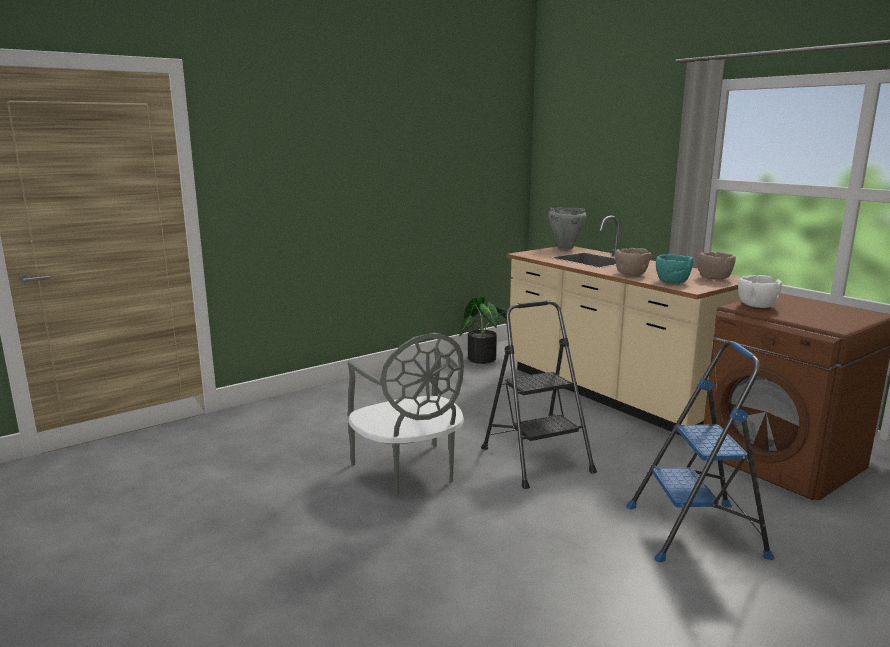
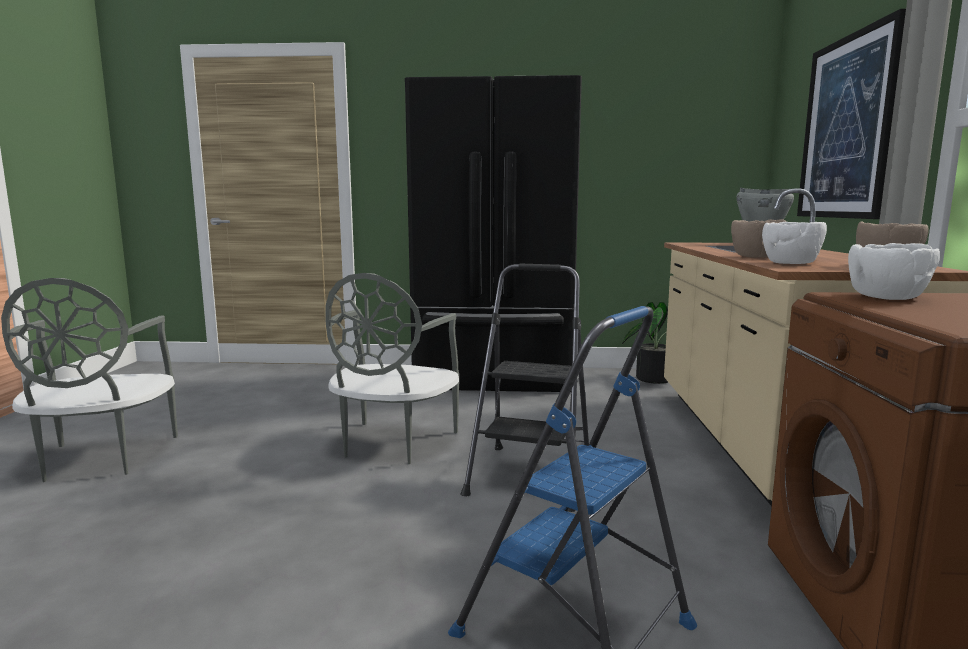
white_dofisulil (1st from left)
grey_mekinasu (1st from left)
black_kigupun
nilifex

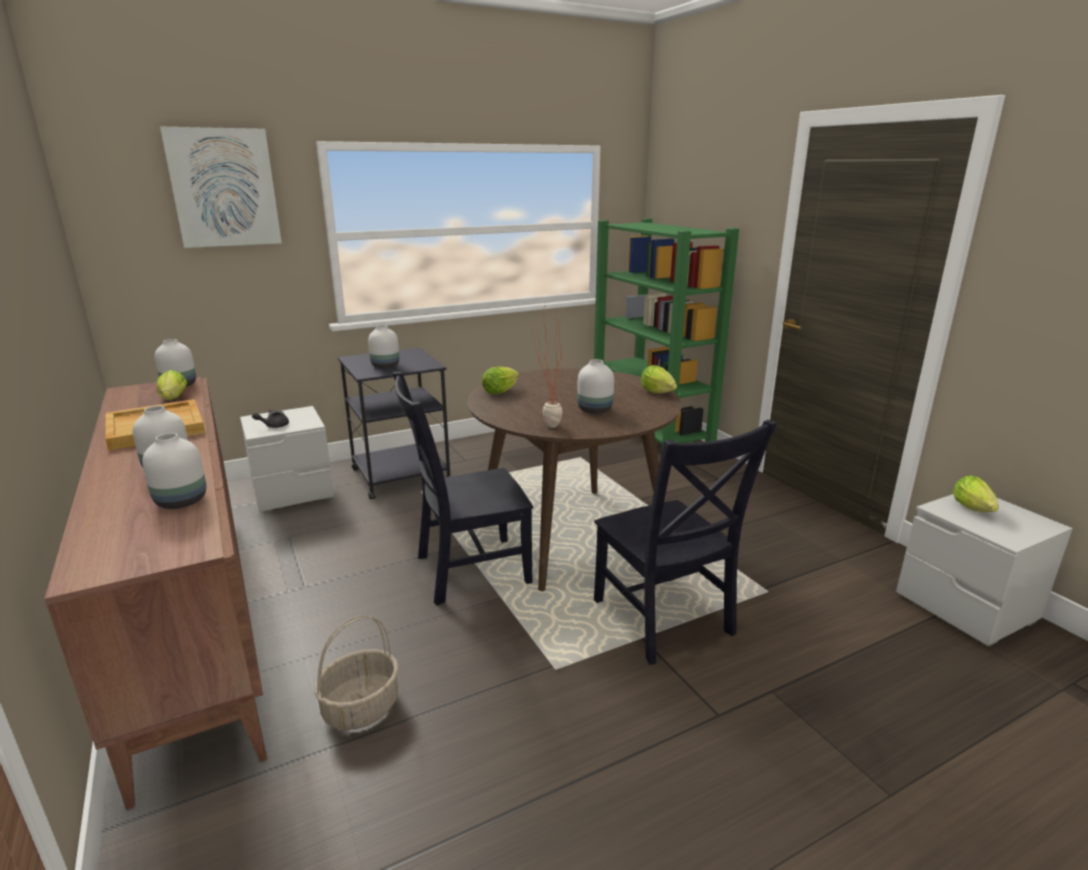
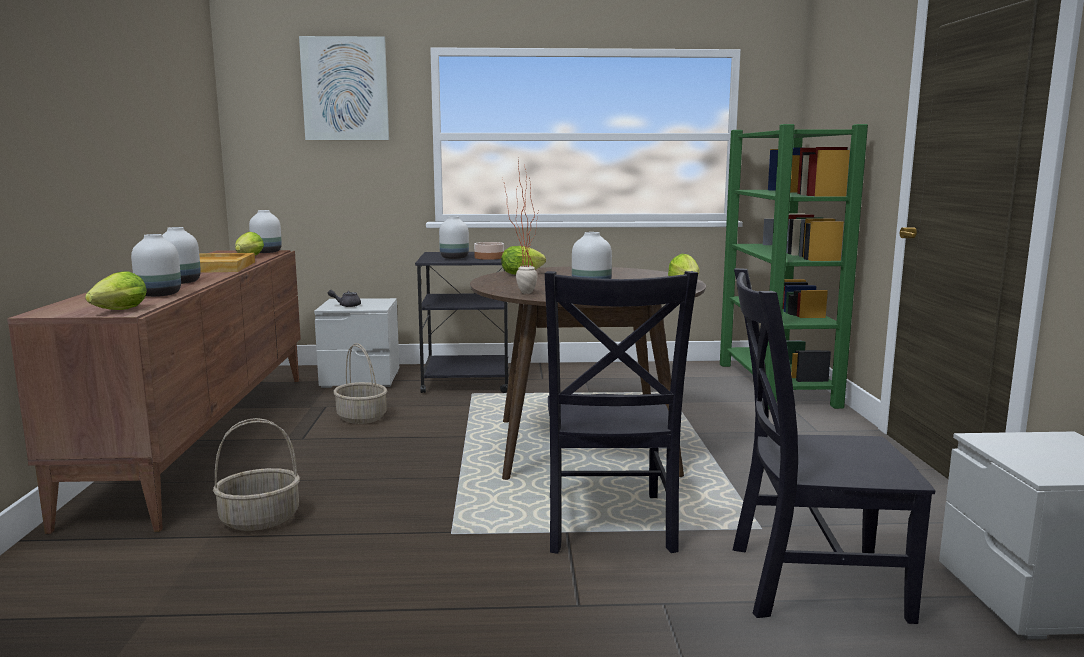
black_mekinasu (2nd from left)
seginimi (1st from left)
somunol (2nd from left)
dofisulil

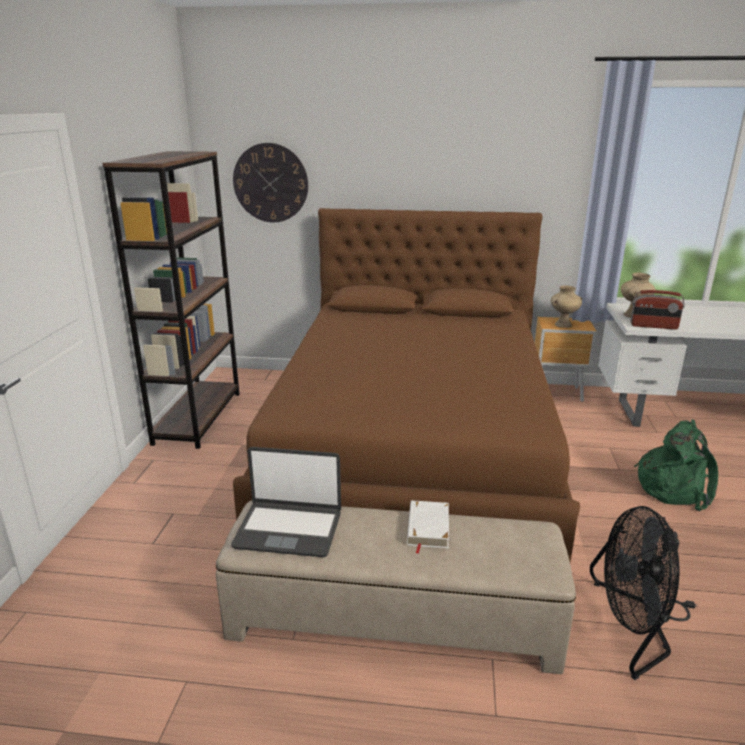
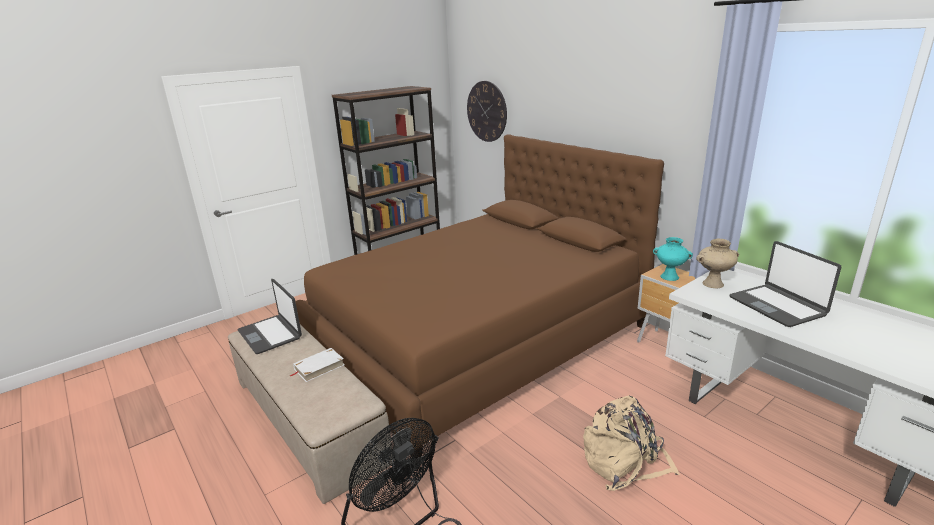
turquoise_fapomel
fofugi
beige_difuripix
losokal (2nd from left)

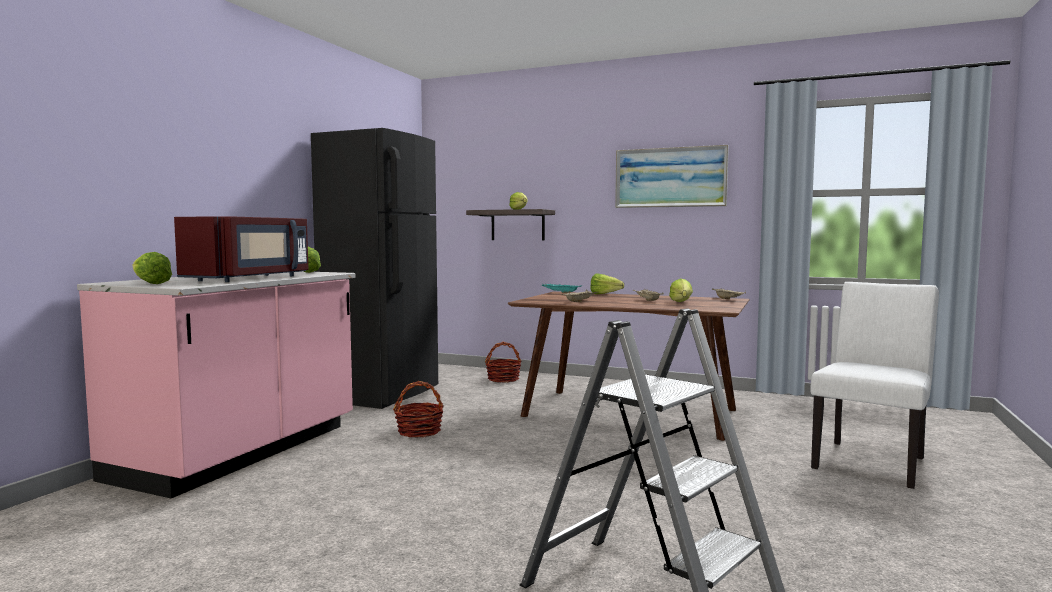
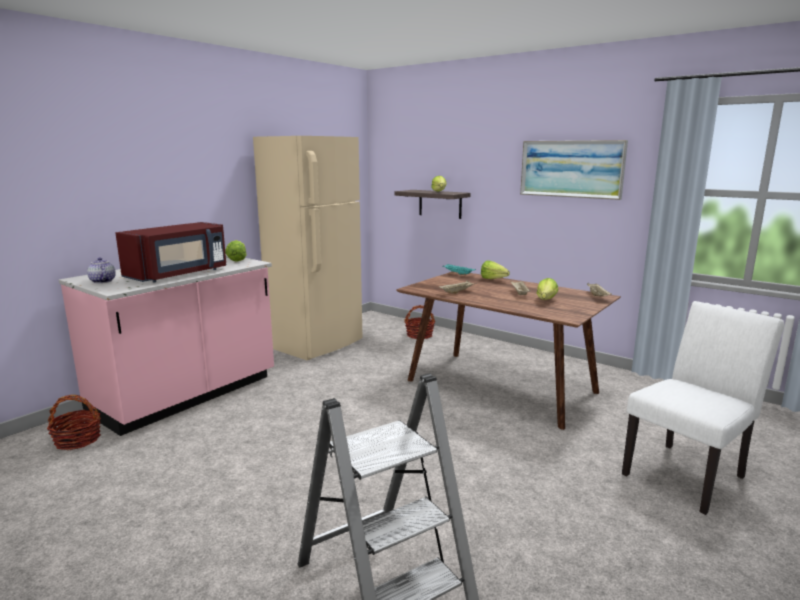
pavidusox
beige_kigupun
somunol (1st from left)

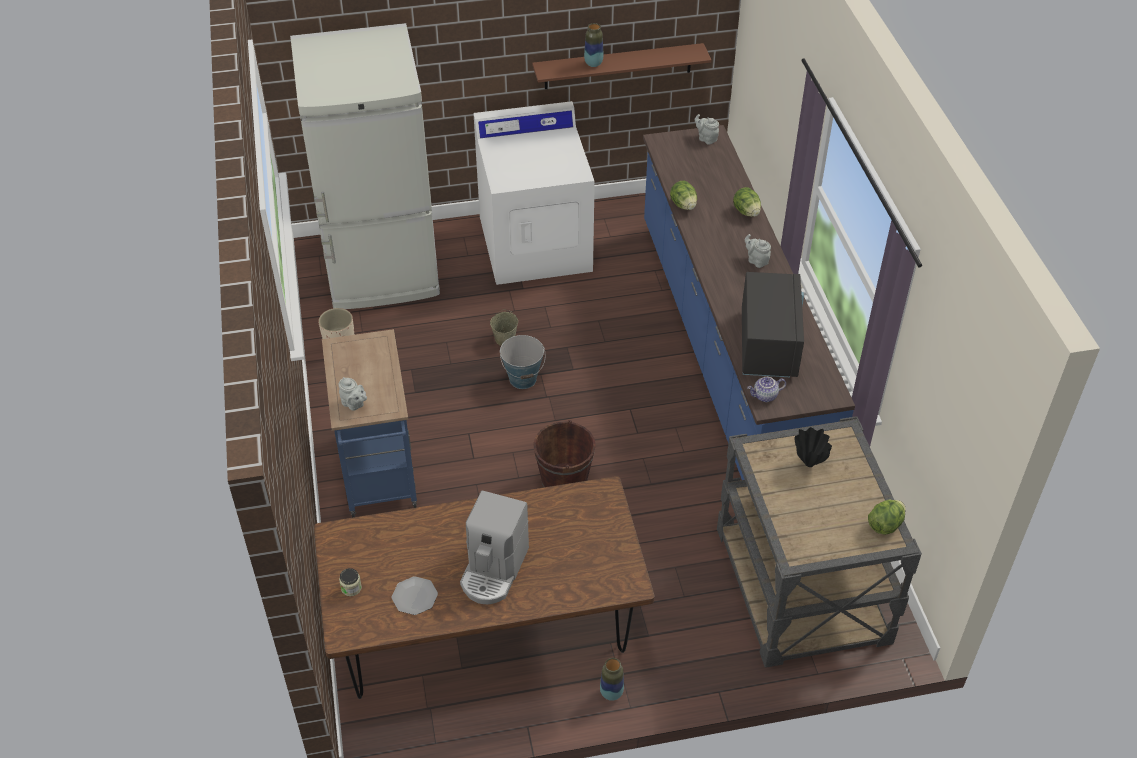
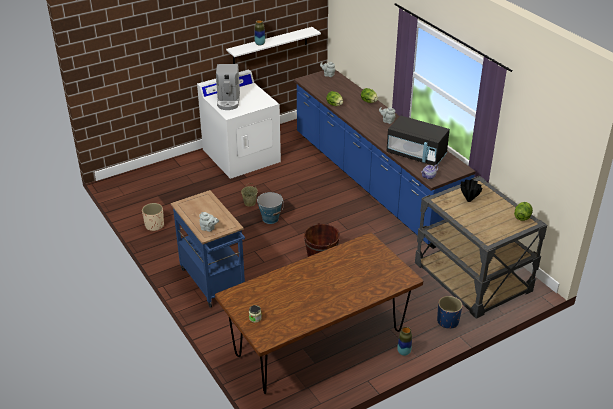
white_kigupun
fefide
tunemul
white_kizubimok
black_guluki
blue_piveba

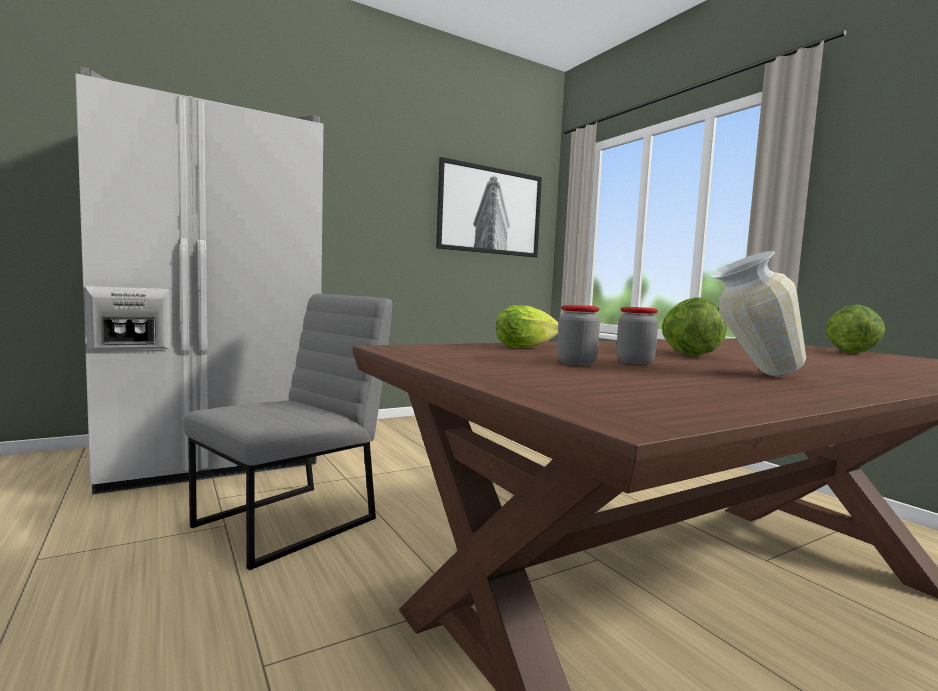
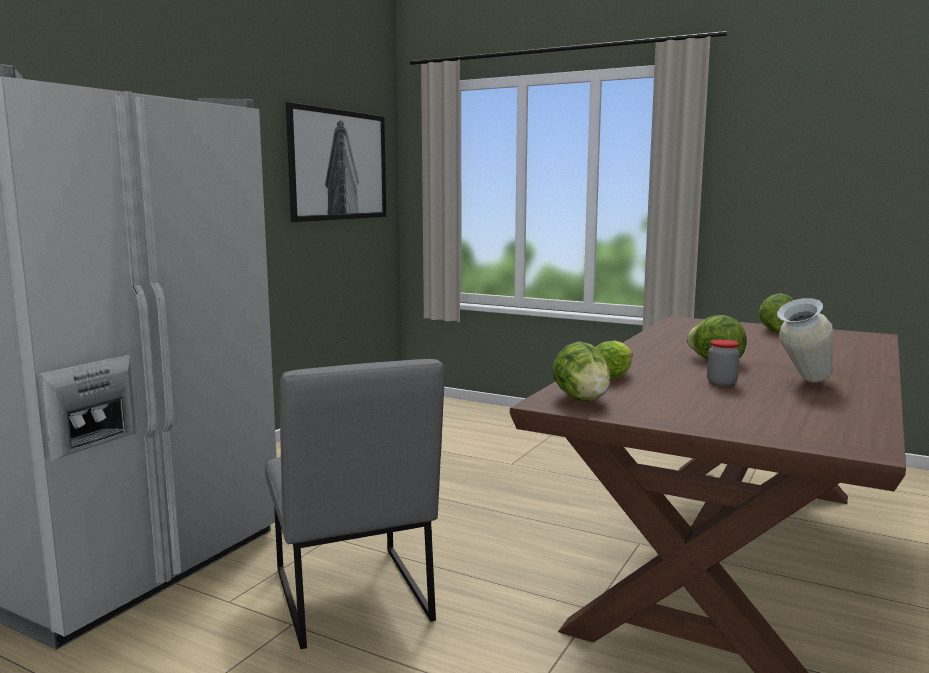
grey_mekinasu
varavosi (1st from left in the first image)
seginimi (1st from left)

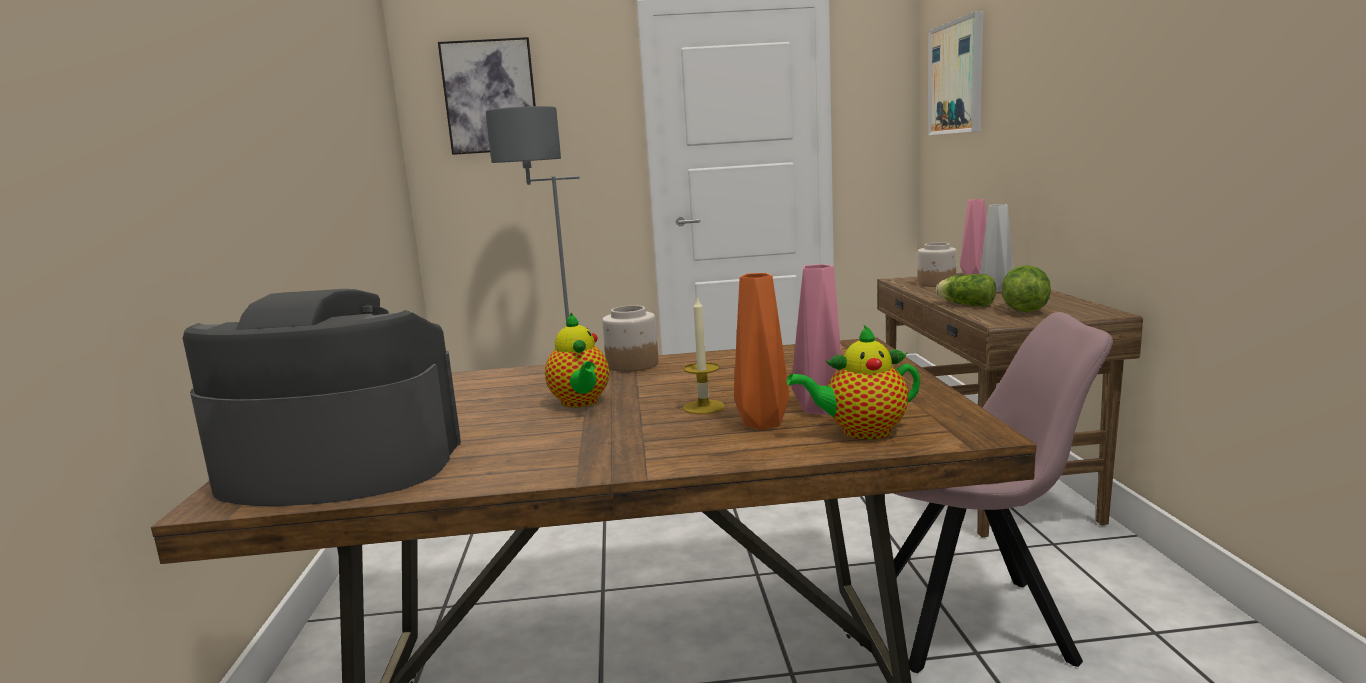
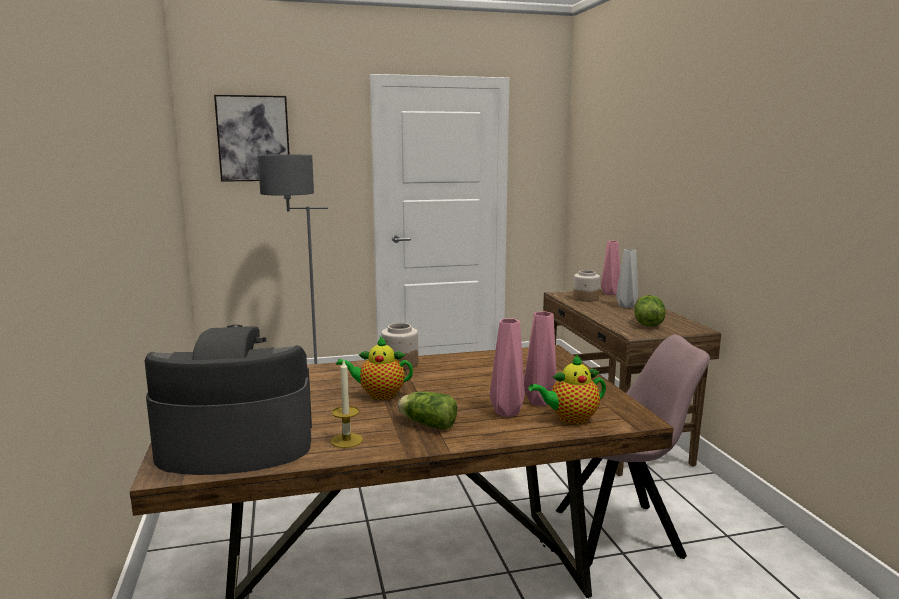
pavidusox (1st from left)
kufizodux
pink_fapomel (1st from left)
nilifex (2nd from left in the first image)
seginimi (1st from left)

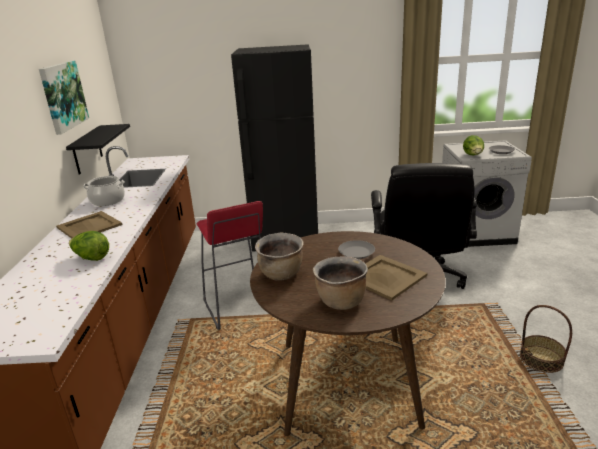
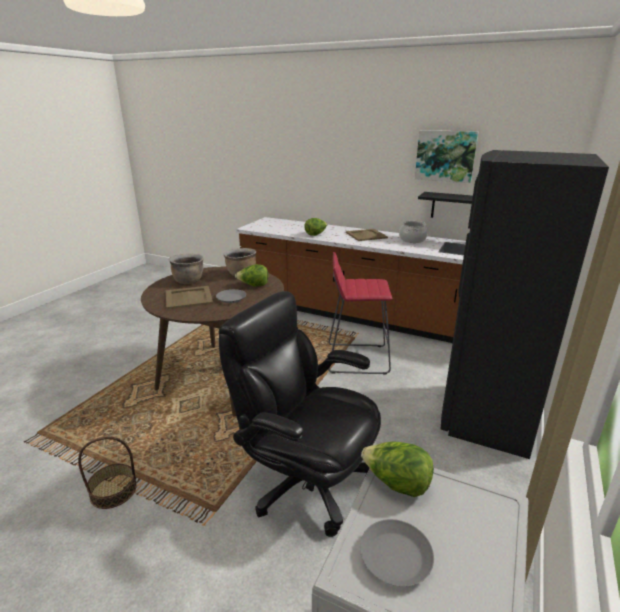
seginimi (1st from left)

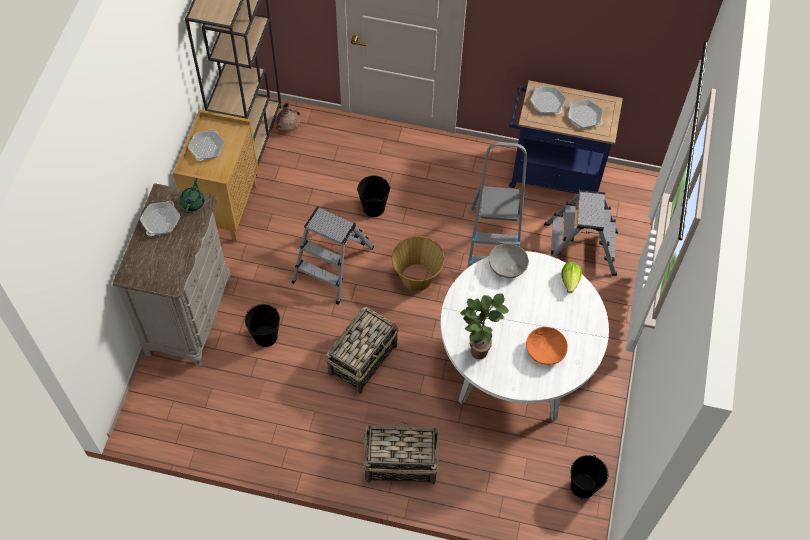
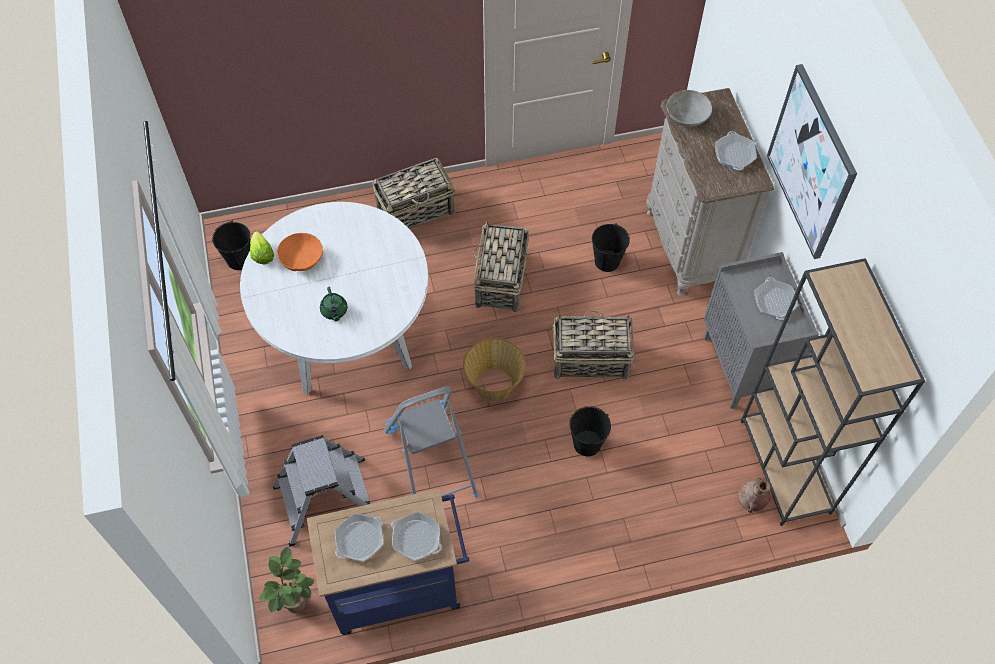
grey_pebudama
green_pavidusox
somunol (4th from left)
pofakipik
grey_dofisulil
seginimi
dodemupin (1st from left)
nilifex

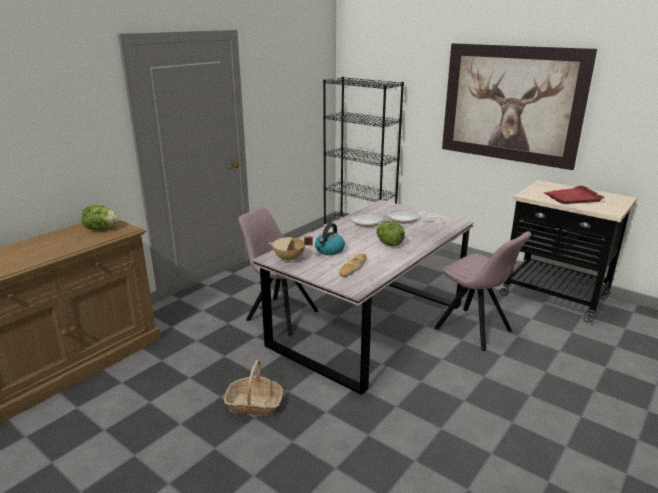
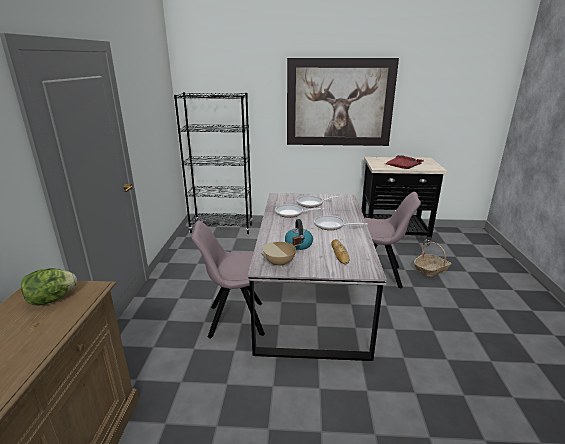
somunol
dodemupin (3rd from left)

